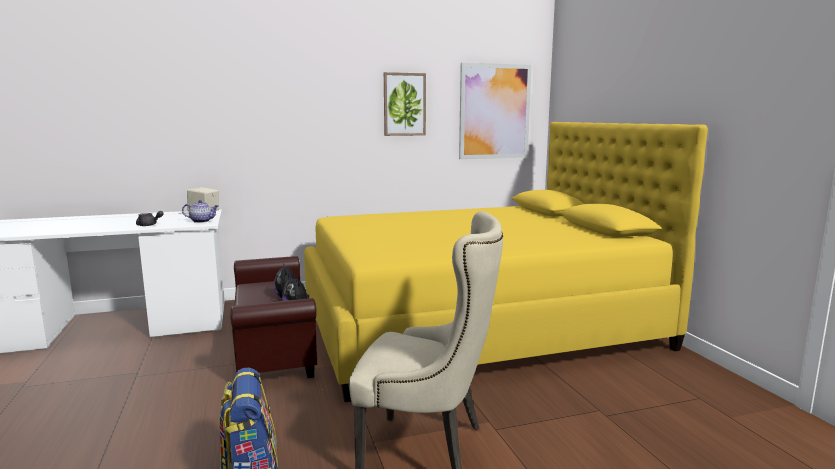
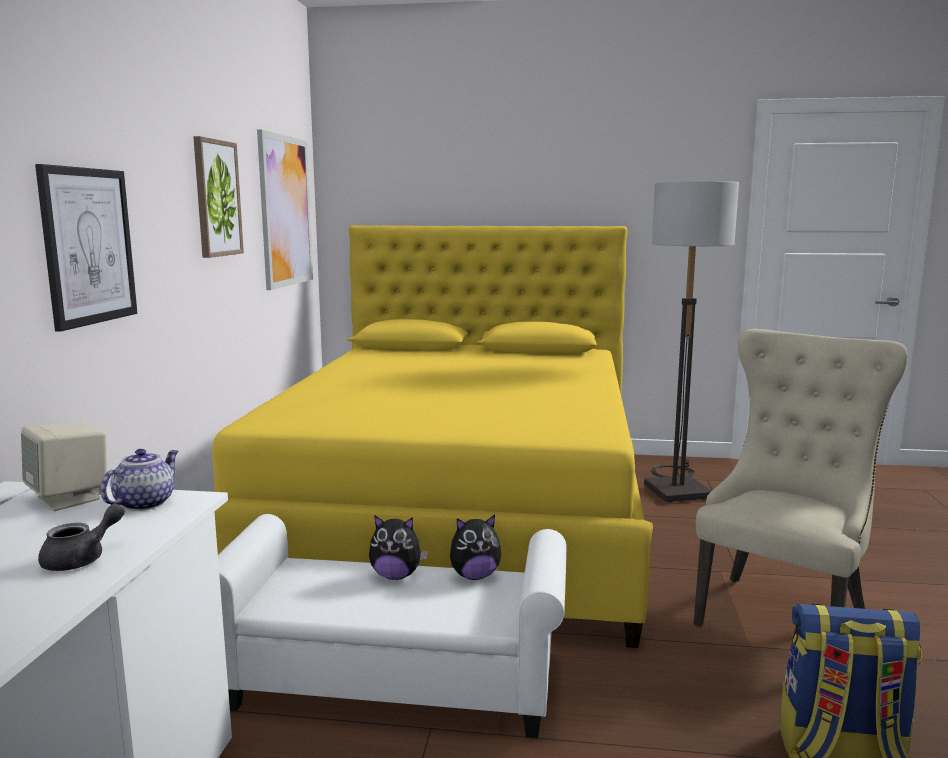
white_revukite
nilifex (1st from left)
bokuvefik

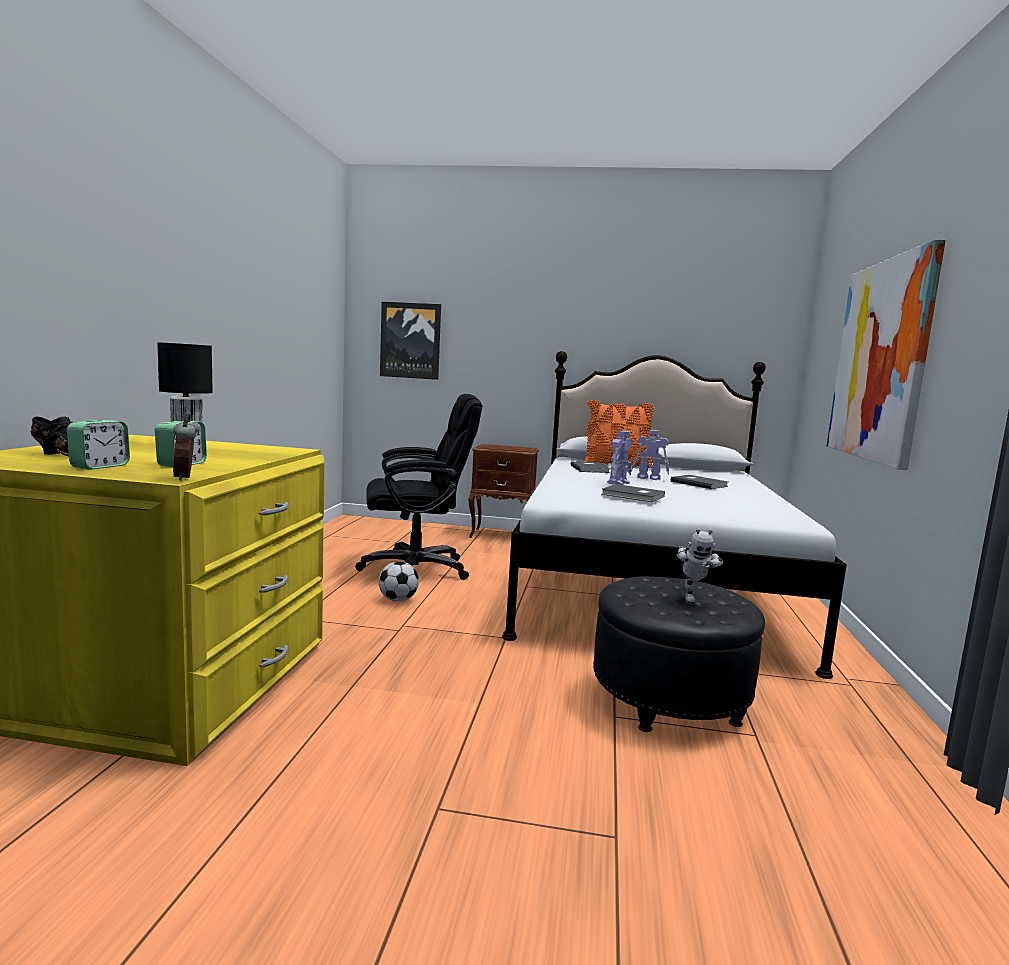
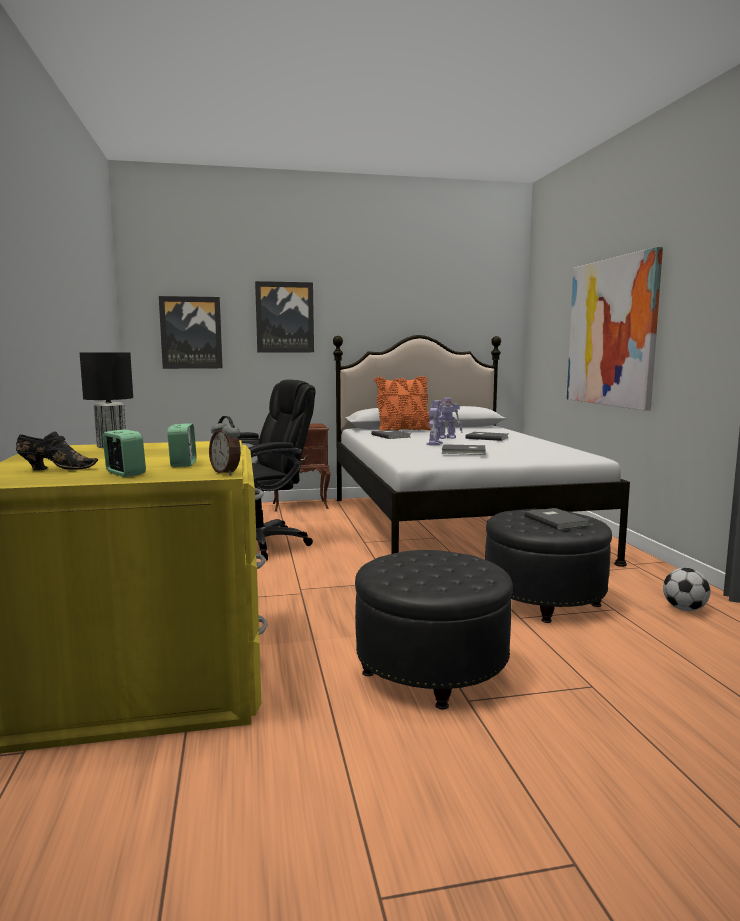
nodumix (1st from left)
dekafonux
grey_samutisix (4th from left)
nilifex (2nd from left)
black_revukite (1st from left)

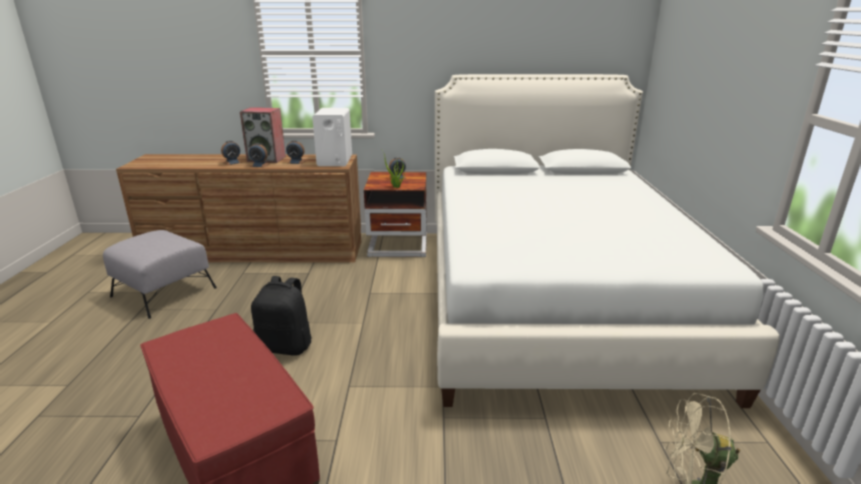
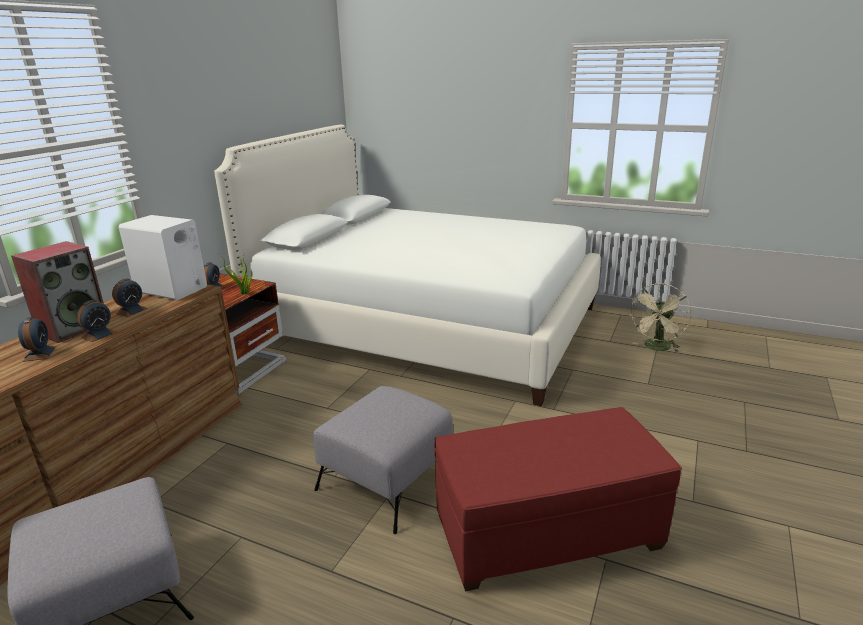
grey_revukite (2nd from left)

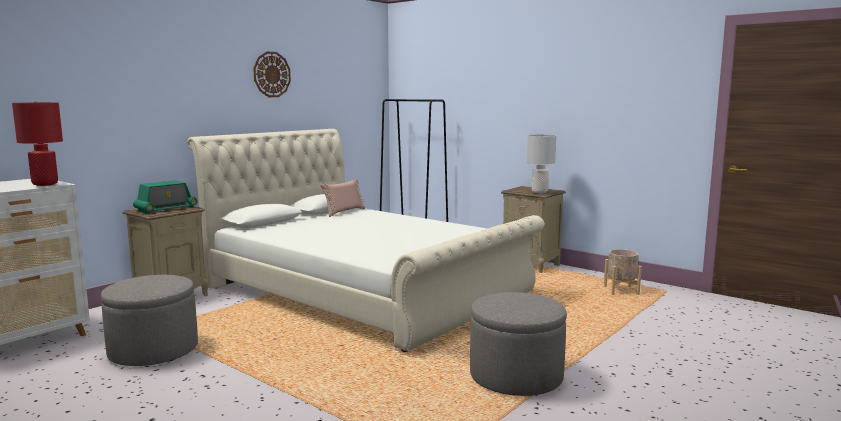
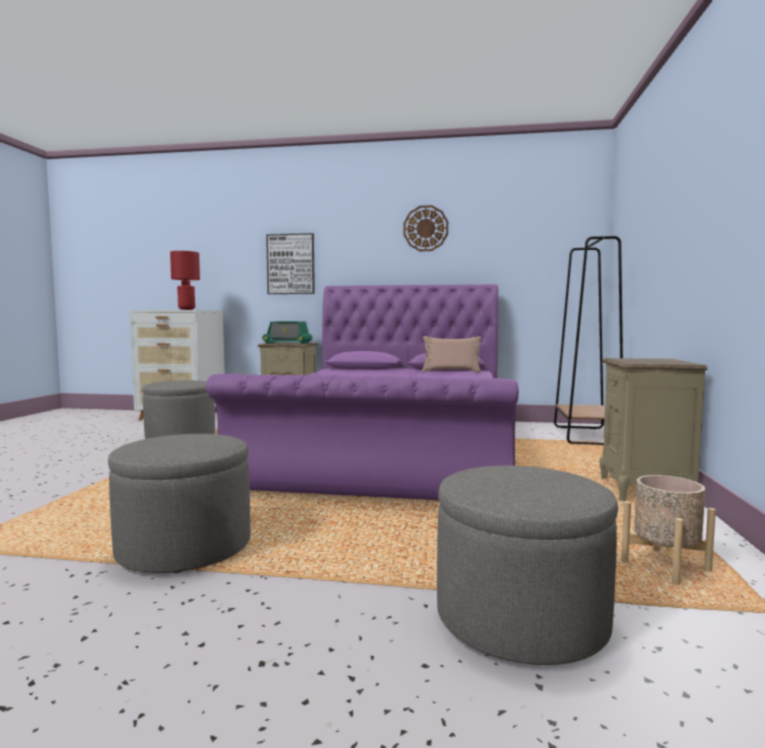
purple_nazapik
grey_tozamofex
nilifex
grey_revukite (3rd from left)

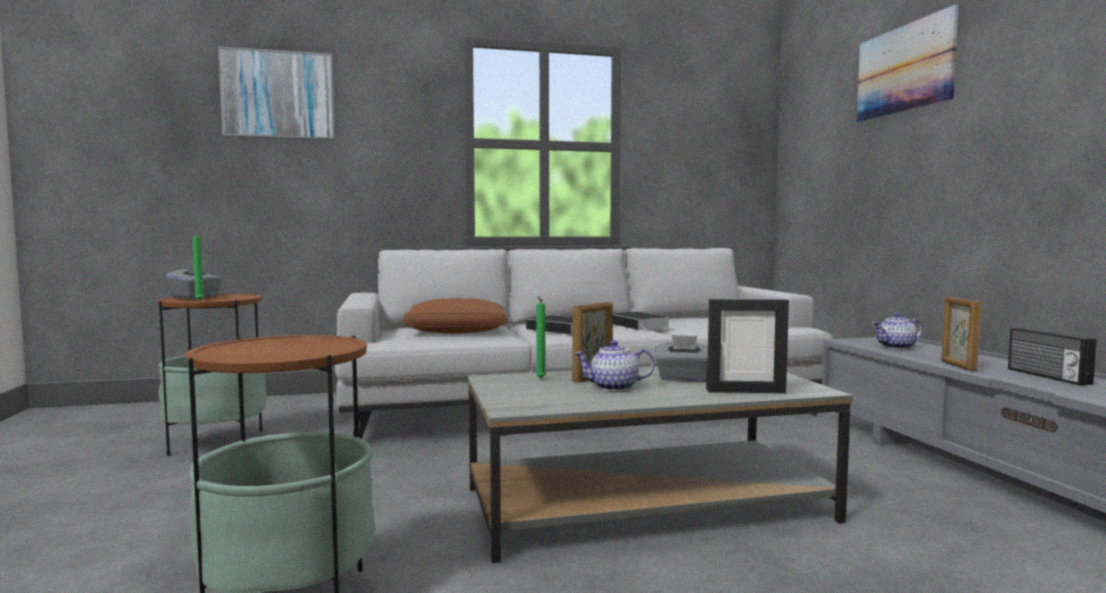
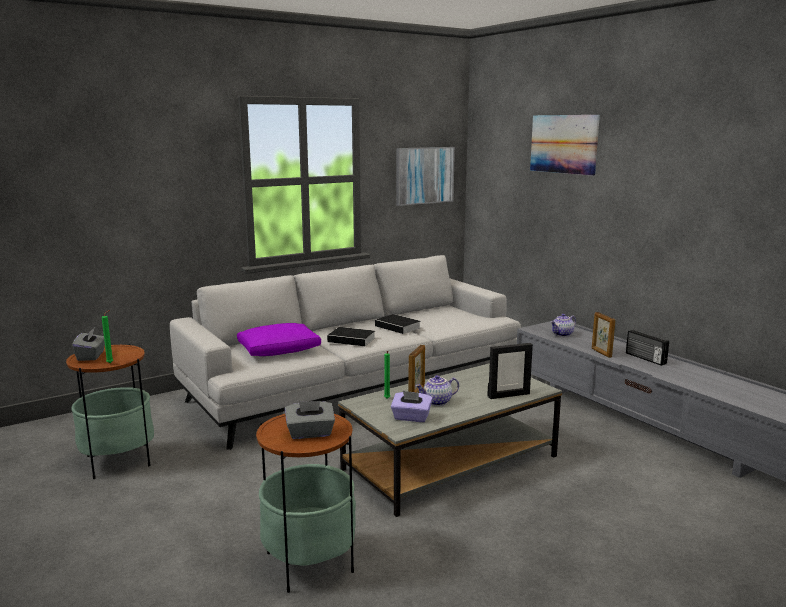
nilifex (1st from left)
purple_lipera
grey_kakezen (2nd from left)
purple_kakezen

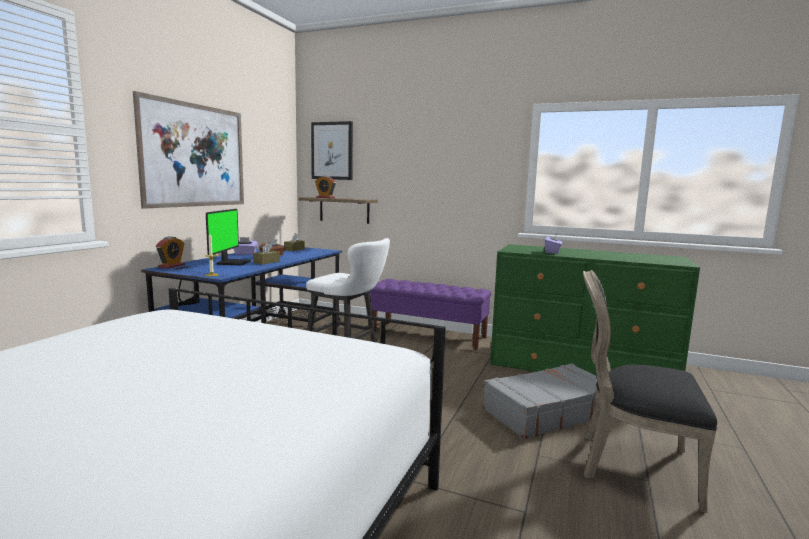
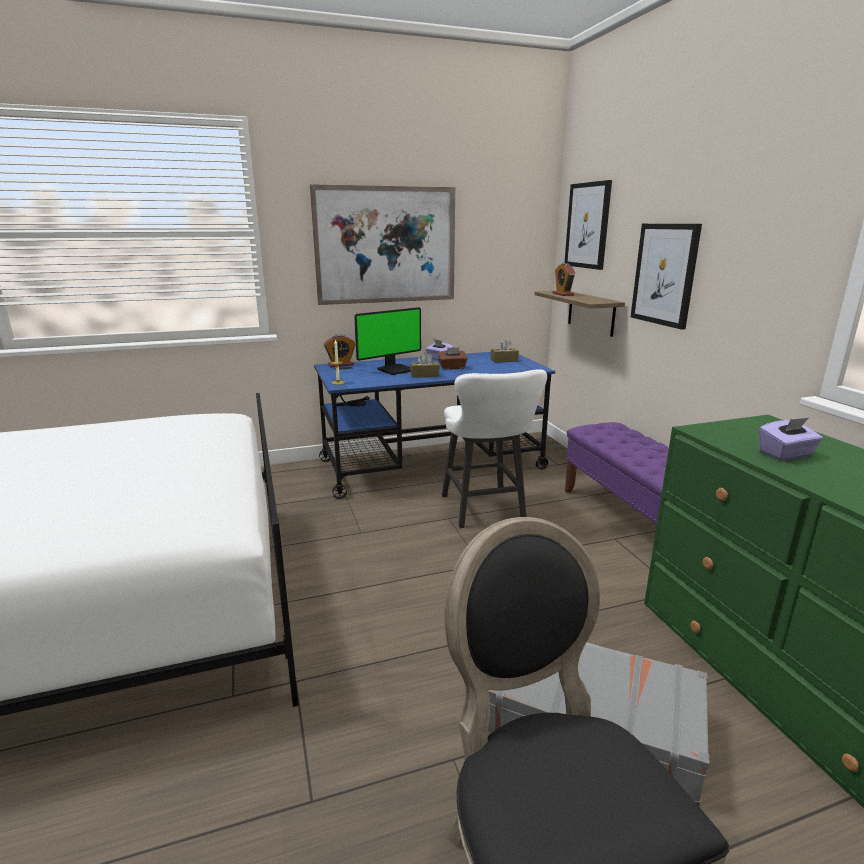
nilifex (3rd from left)

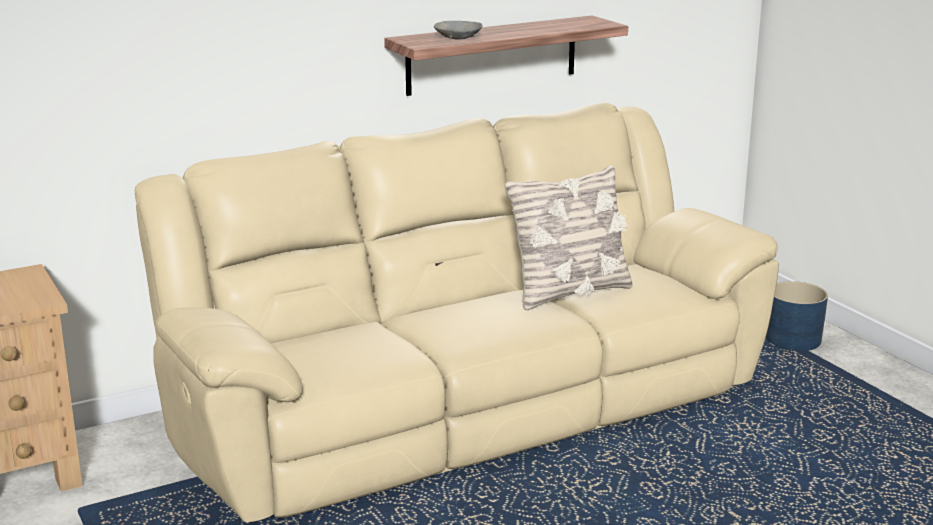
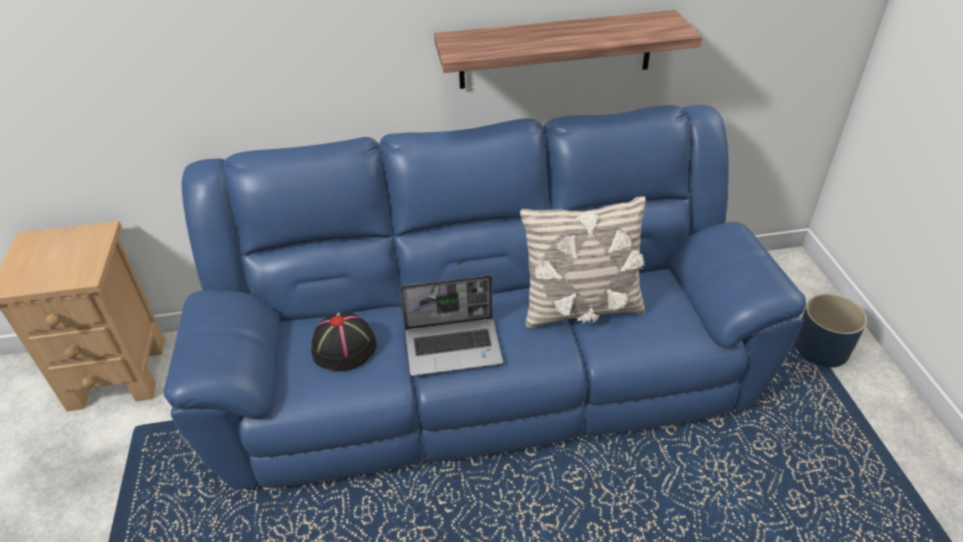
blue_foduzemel
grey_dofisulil
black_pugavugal
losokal

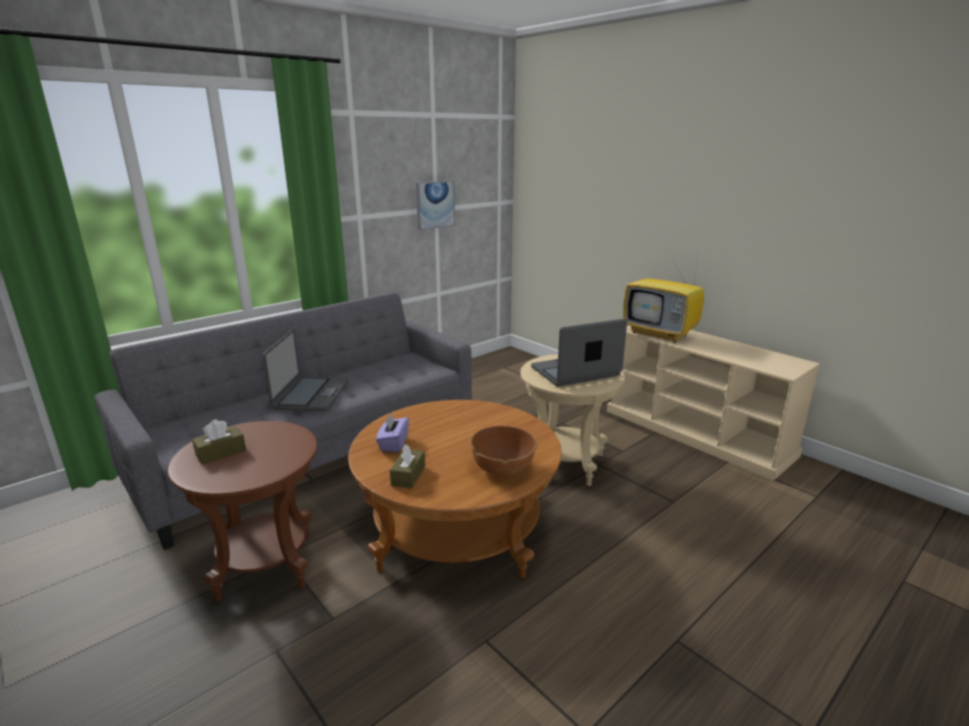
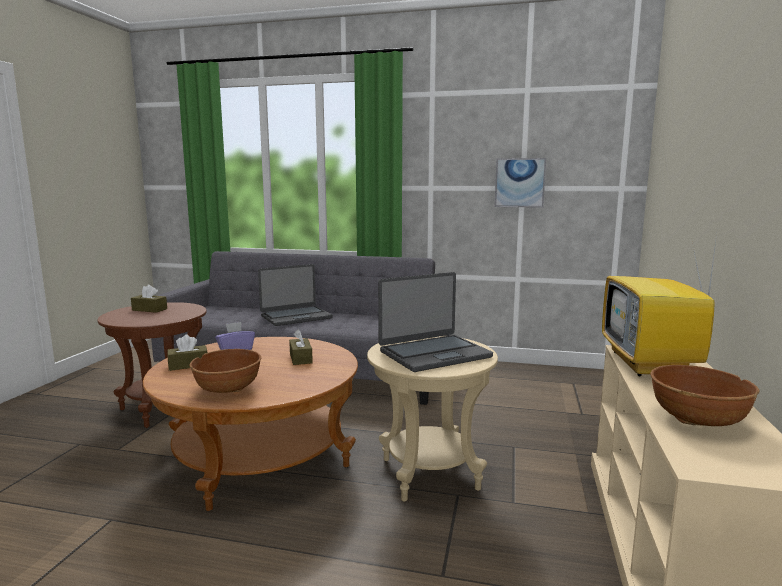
losokal (2nd from left)
brown_kakezen (3rd from left)
brown_dofisulil (2nd from left)

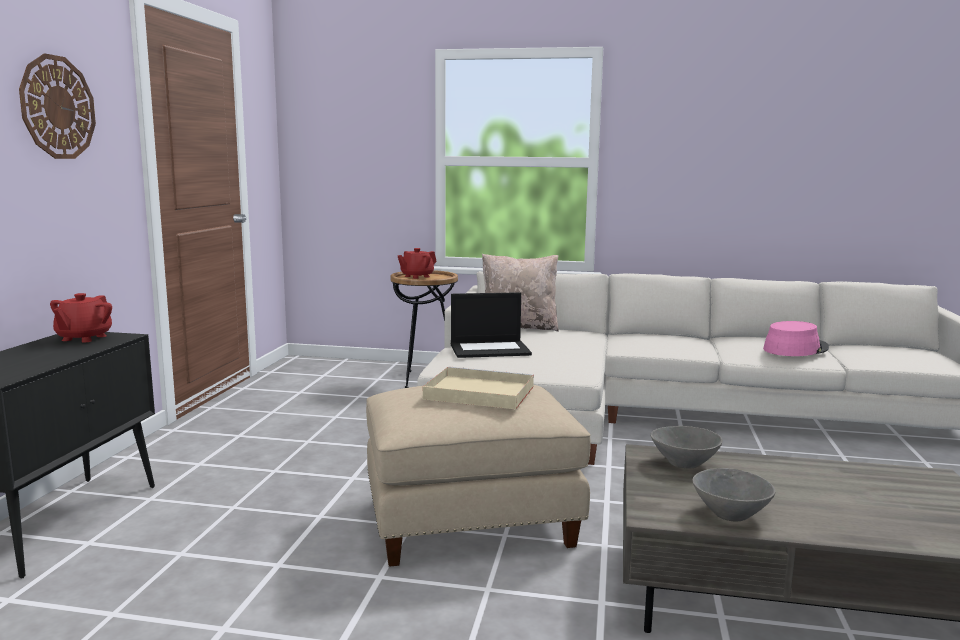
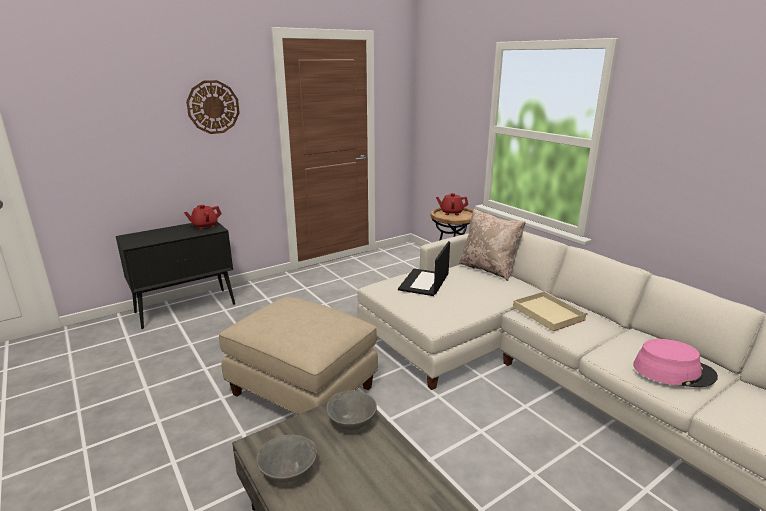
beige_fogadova
losokal

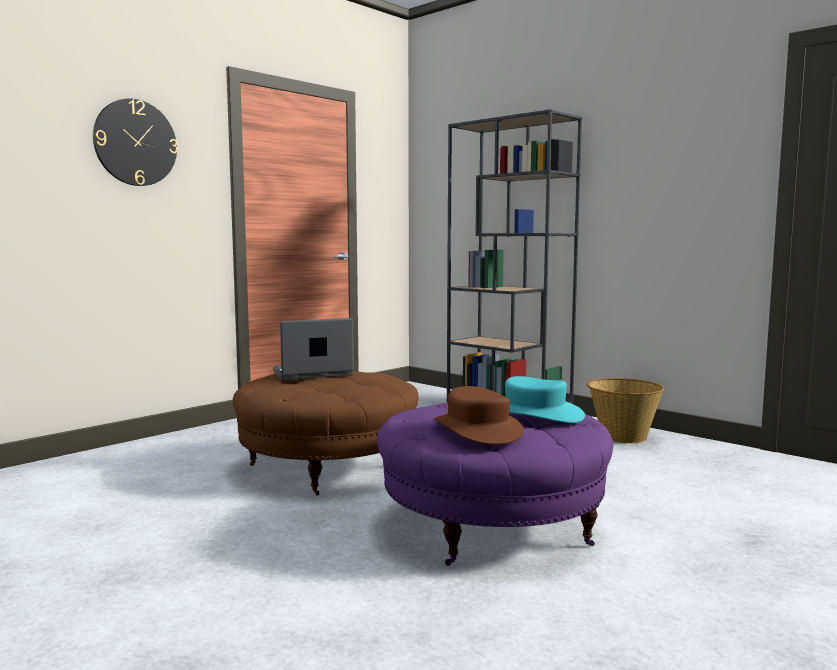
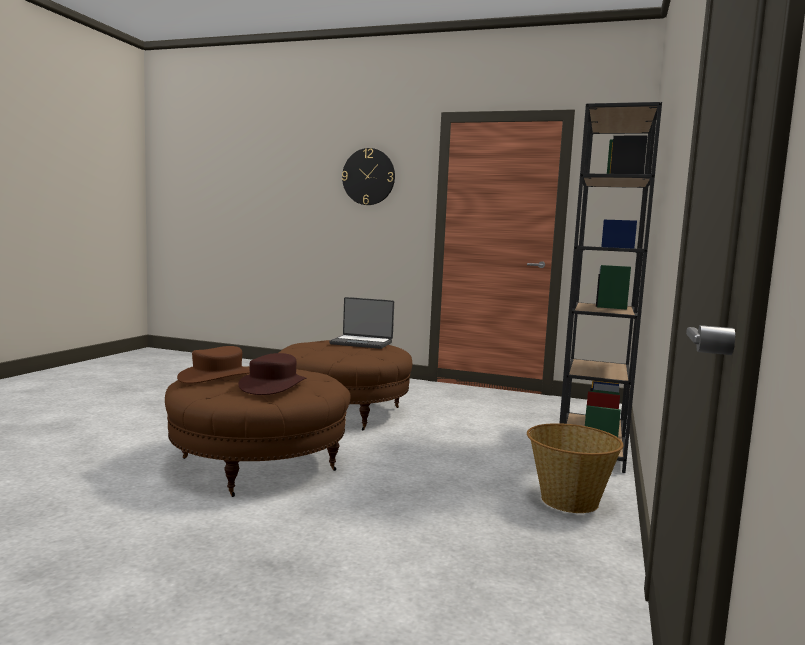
losokal
brown_revukite (1st from left)
brown_pugavugal (2nd from left)

